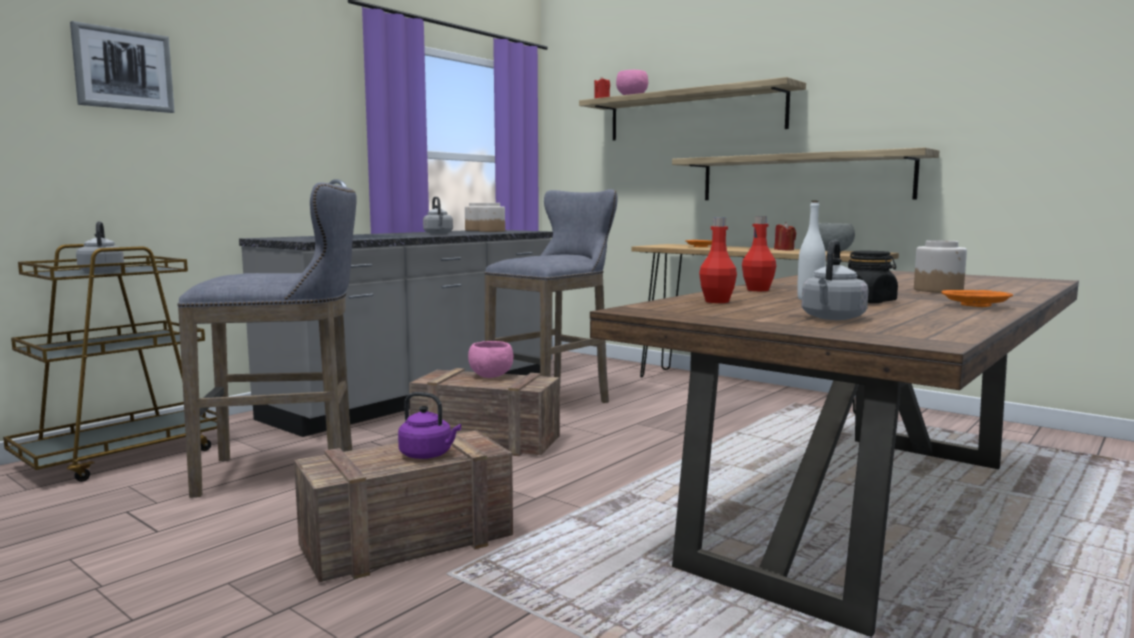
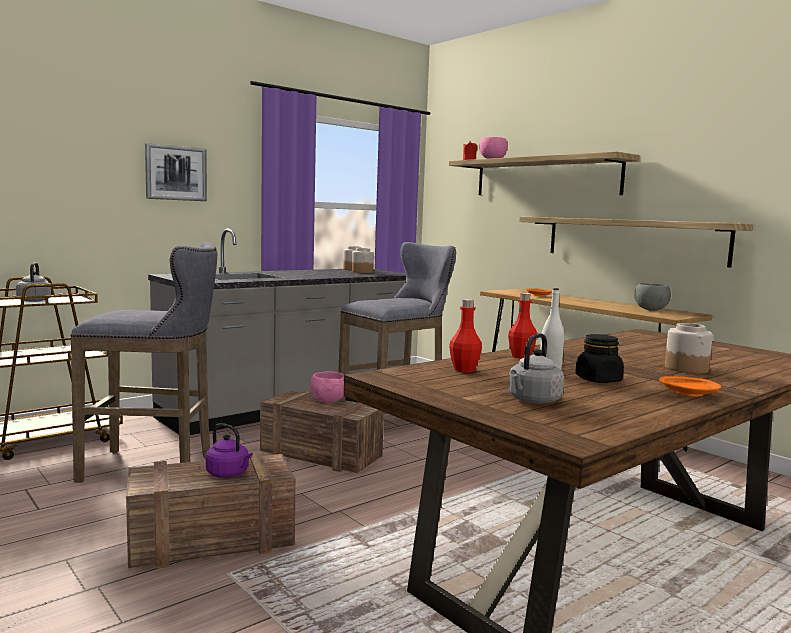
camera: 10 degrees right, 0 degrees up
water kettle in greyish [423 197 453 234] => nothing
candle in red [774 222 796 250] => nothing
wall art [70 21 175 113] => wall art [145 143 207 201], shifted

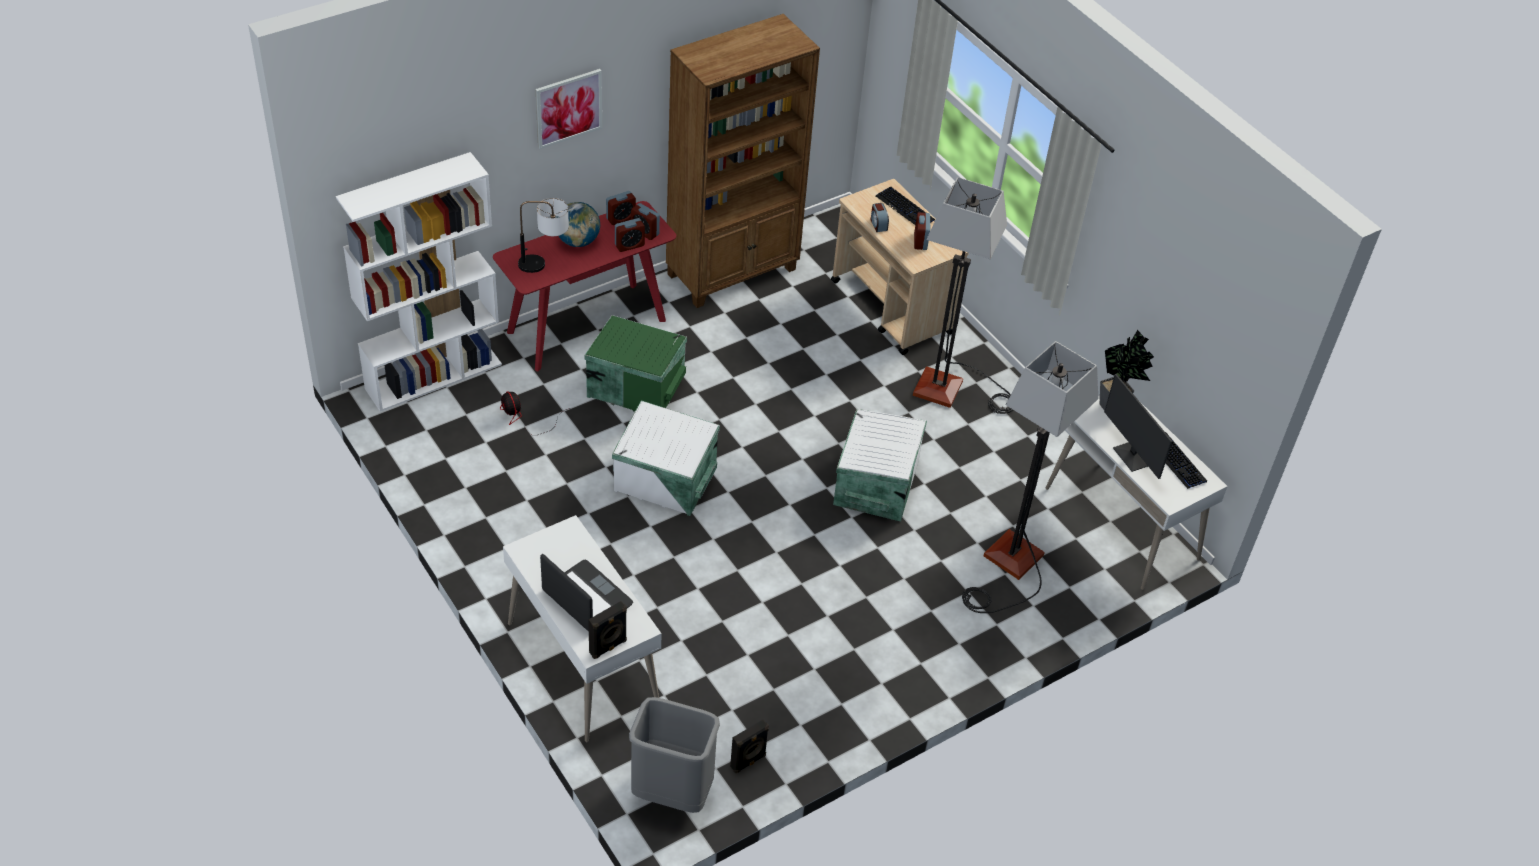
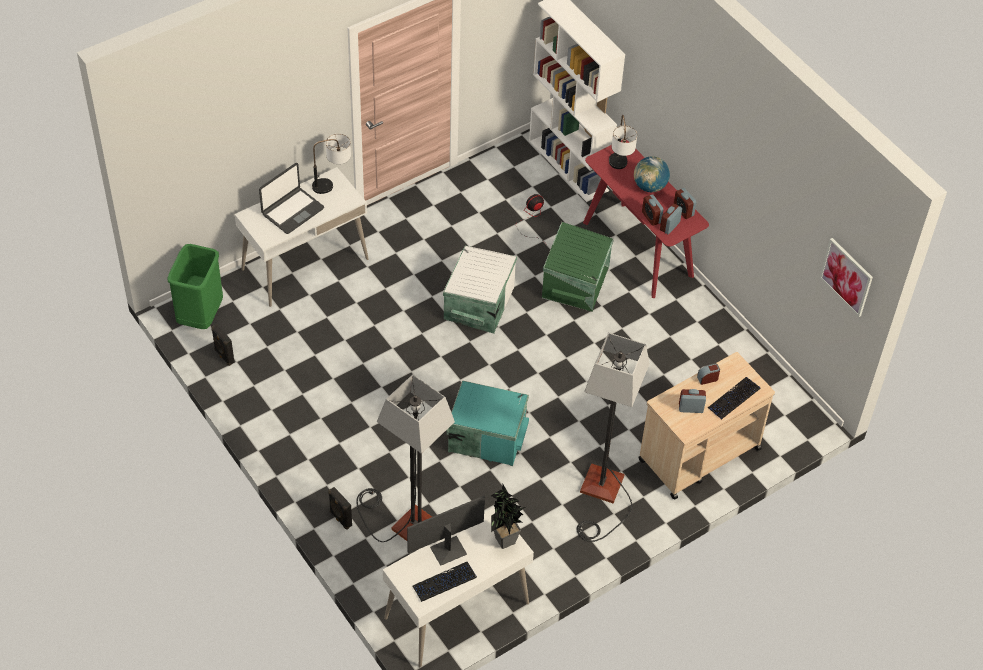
camera: 90 degrees right, 5 degrees up
shelving unit in brownish [666 14 820 308] => nothing
nothing => tabletop lamp [312 134 351 194]
wall art [536 69 602 149] => wall art [820 238 873 317], shifted
loudspeaker in black-coloured [588 601 627 659] => loudspeaker in black-coloured [328 487 352 530], shifted
trash can in greyish [629 697 720 813] => trash can in green [168 244 223 329]
storage container in white-coloured [833 409 927 522] => storage container in turquoise-coloured [447 380 529 466]

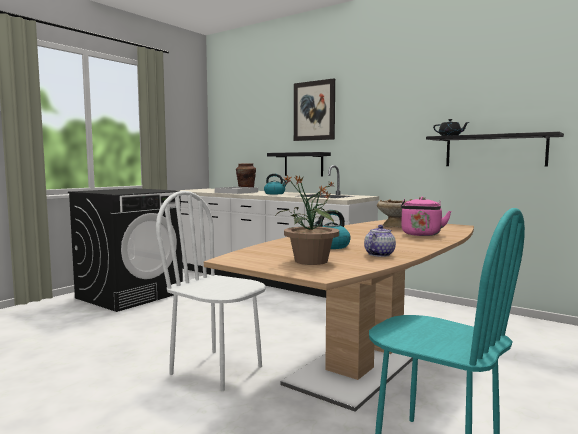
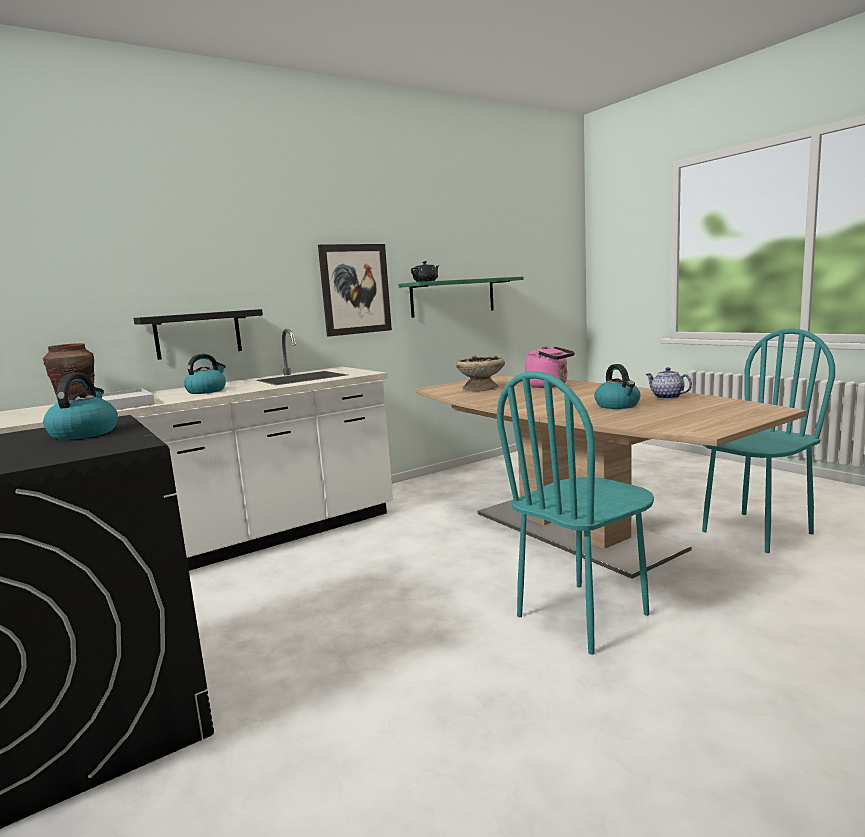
camera: 70 degrees left, 5 degrees up
plant in a pot [276 175 339 265] => nothing
nothing => water kettle [43 373 118 440]
wall art [294 78 335 141] => wall art [318 244 392 337], shifted
upright chair in white-coloured [156 191 266 391] => upright chair in turquoise-coloured [497 371 654 655]
wall shelf in black-coloured [426 132 564 167] => wall shelf in green [398 277 524 318]

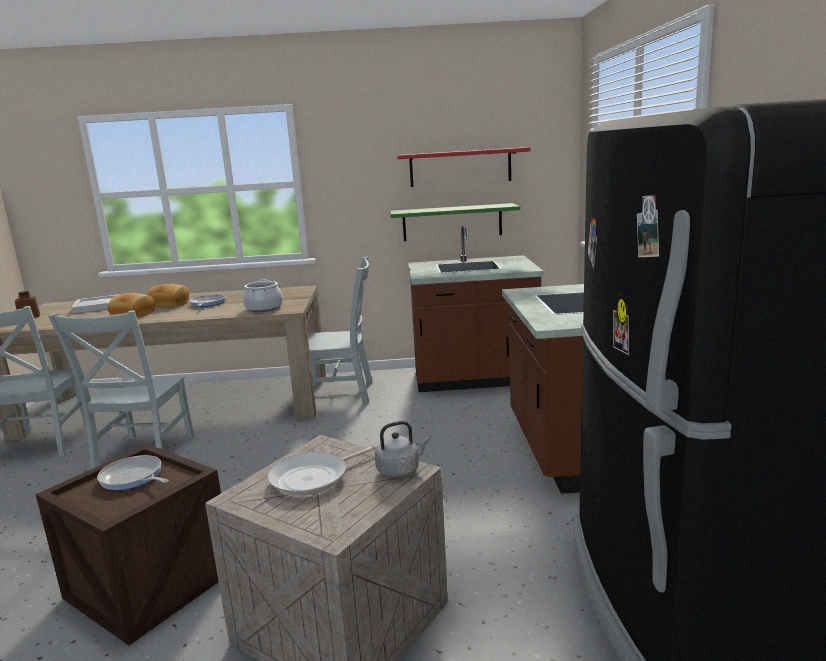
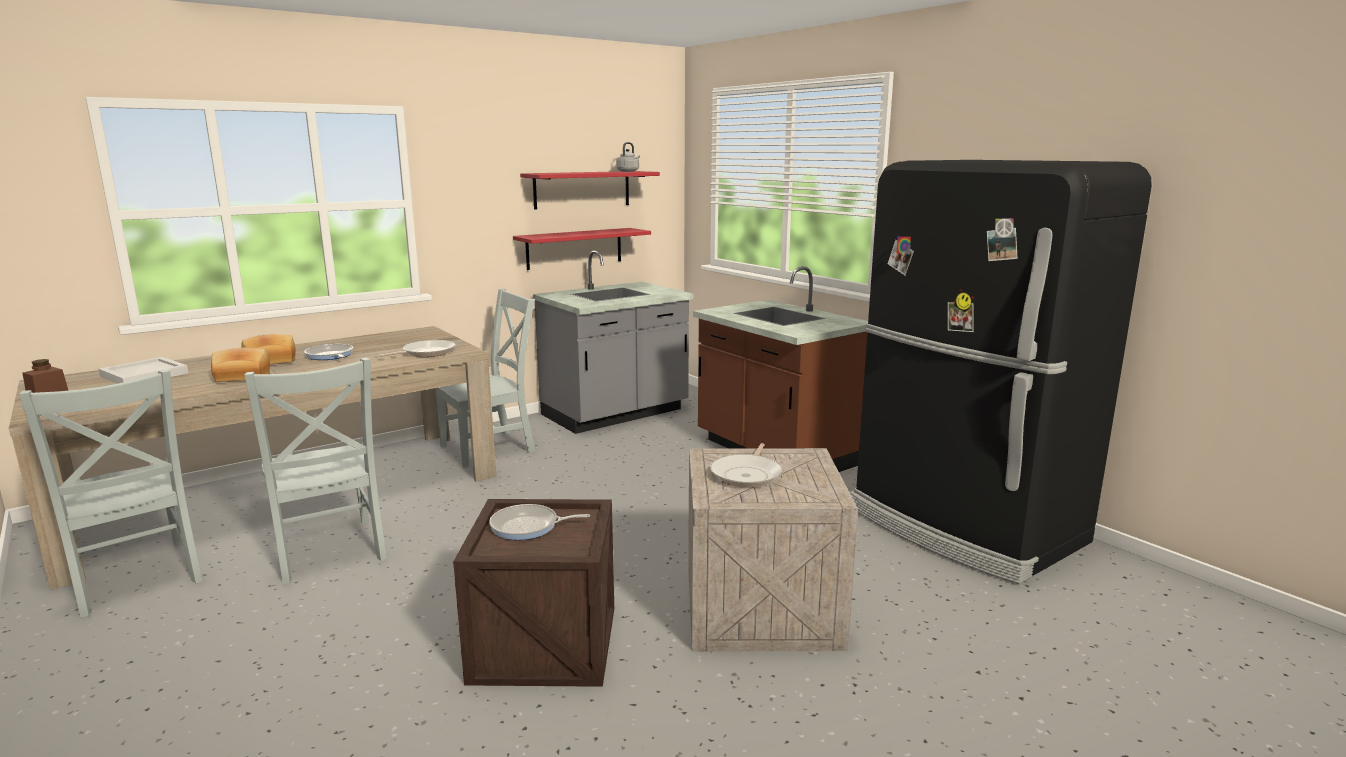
camera: 35 degrees left, 0 degrees up
water kettle in greyish [375 421 429 477] => water kettle in greyish [616 142 640 172], shifted
stockpot [243 279 283 312] => pan [375 340 455 358]
wall shelf in green [390 203 520 241] => wall shelf in red [513 228 651 270]
kitchen base unit in brownish [408 225 544 392] => kitchen base unit in greyish [533 250 693 434]

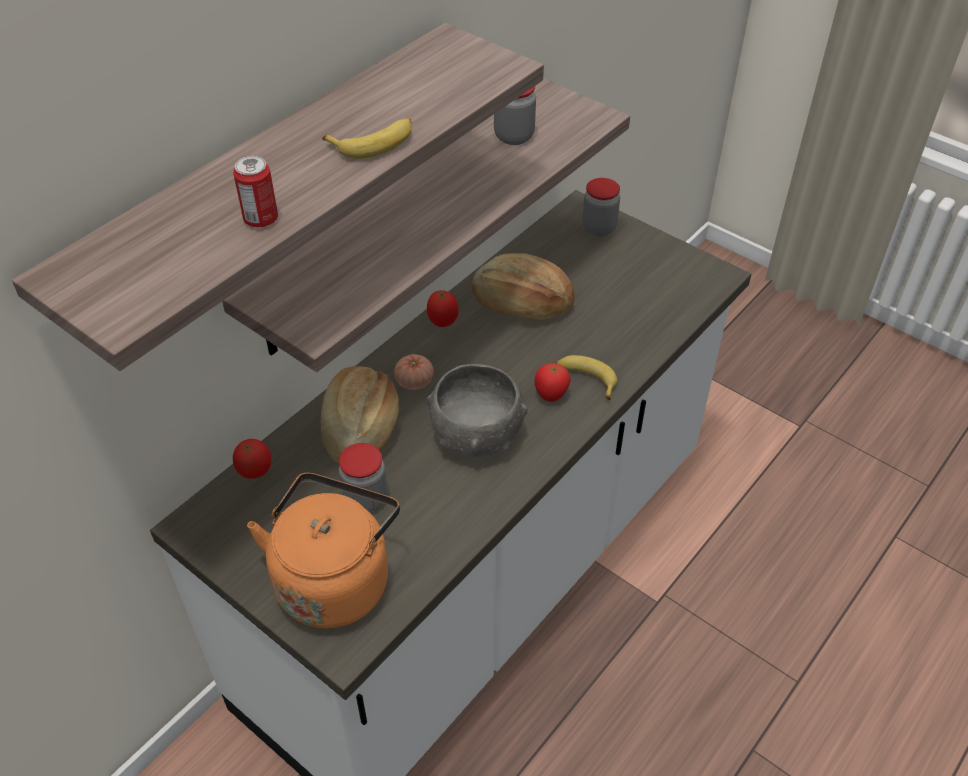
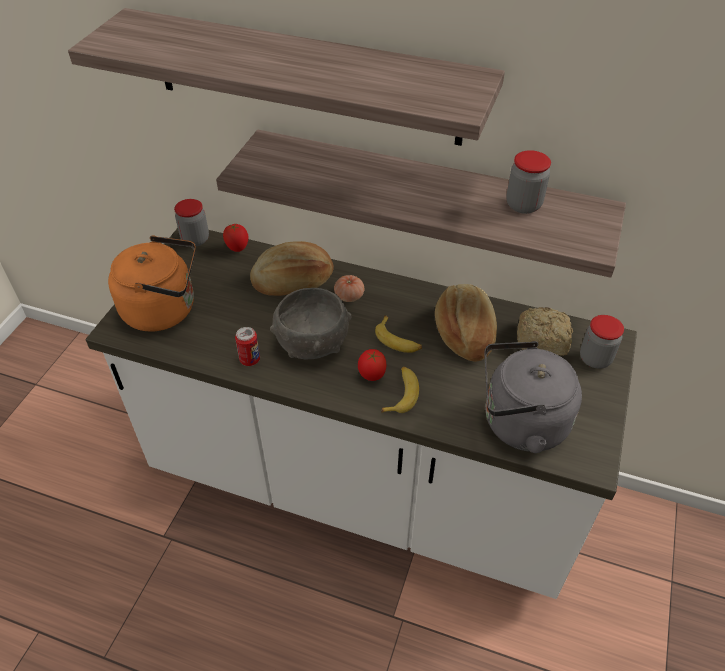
camera: 70 degrees right, 0 degrees up
tomato [427 290 459 327] => nothing
nothing => water kettle in greyish [485 341 582 453]
nothing => bread [517 307 573 356]
metal can [233 156 278 227] => metal can [235 327 260 366], shifted
banana fruit [322 118 412 159] => banana fruit [375 315 422 353], shifted
preserve jar [339 443 387 512] => preserve jar [174 199 209 246], shifted

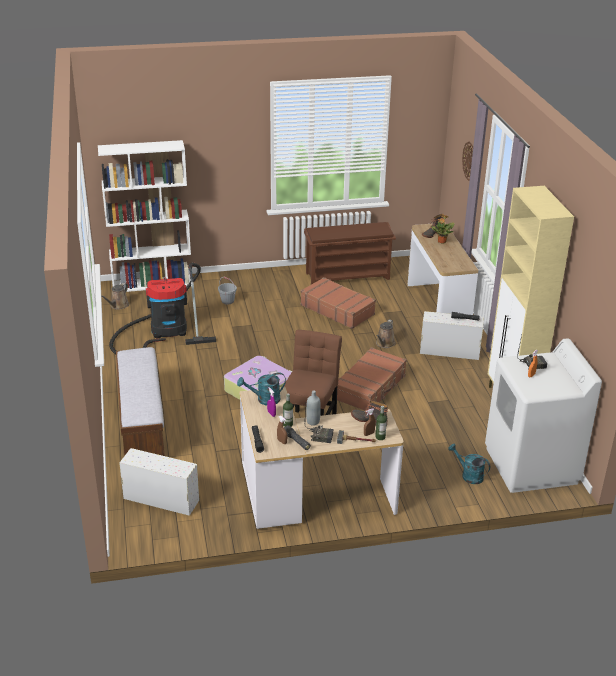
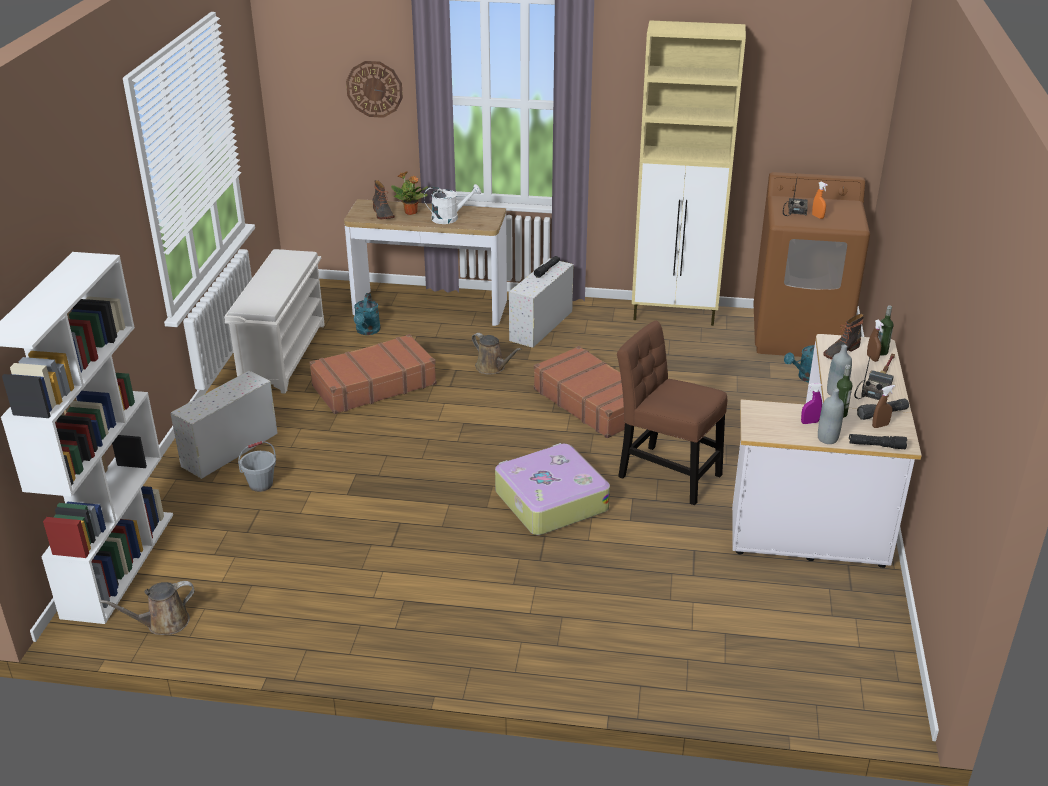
camera: 70 degrees left, 0 degrees up
vacuum cleaner [109 263 216 354] => nothing
long seat [116 347 165 456] => nothing
nothing => sprinkling can in white-coloured [424 184 481 224]
nothing => beverage bottle in greyish [818 389 844 444]
storage container in white-coloured [119 448 199 516] => storage container in white-coloured [170 371 278 479], shifted
sprinkling can in turquoise-coloured [237 372 286 405] => sprinkling can in turquoise-coloured [354 293 381 335], shifted
shoe shelf in brownish [304 222 396 285] => shoe shelf in white-coloured [224 249 325 394]
laundry appliance in white-coloured [485 338 602 493] => laundry appliance in brownish [754 172 870 357]
sprinkling can in brownish [101 283 129 310] => sprinkling can in brownish [100 581 195 635], 105 degrees clockwise

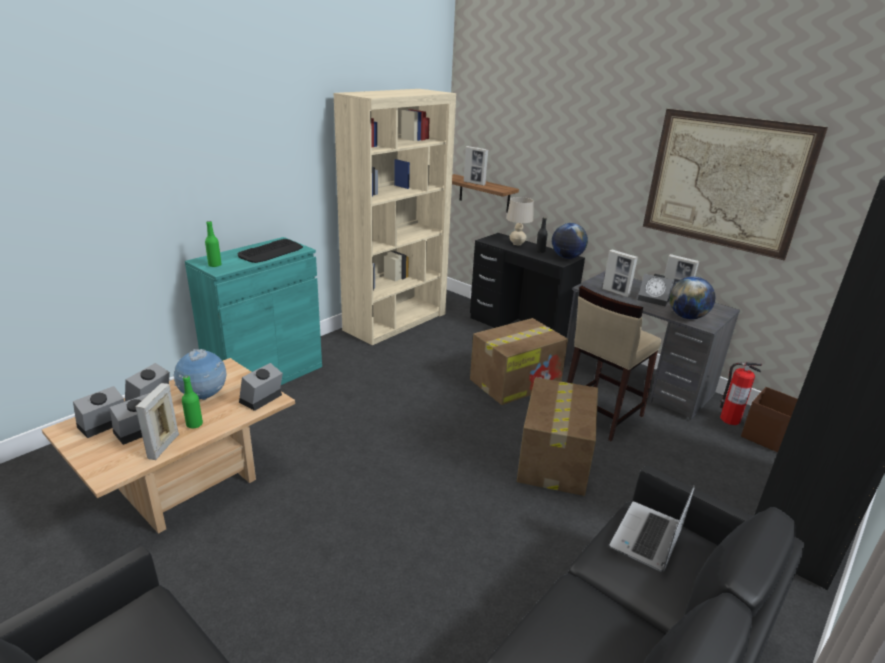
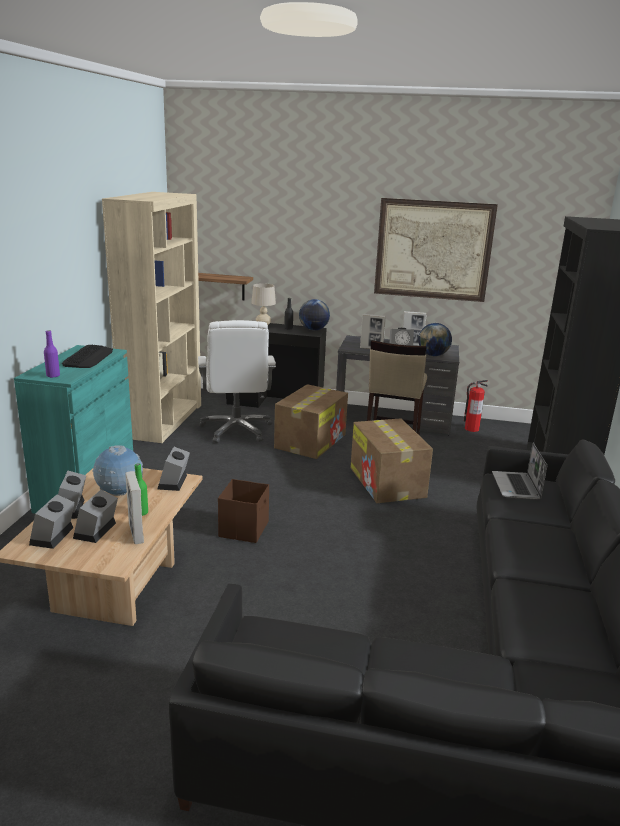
camera: 30 degrees left, 5 degrees down
standing frame [464 146 488 186] => nothing
nothing => computer chair in white-coloured [198 320 276 443]
storage container in brownish [741 387 798 453] => storage container in brownish [218 479 269 543], shifted
beverage bottle in green [205 221 222 267] => beverage bottle in purple-coloured [44 330 60 377]

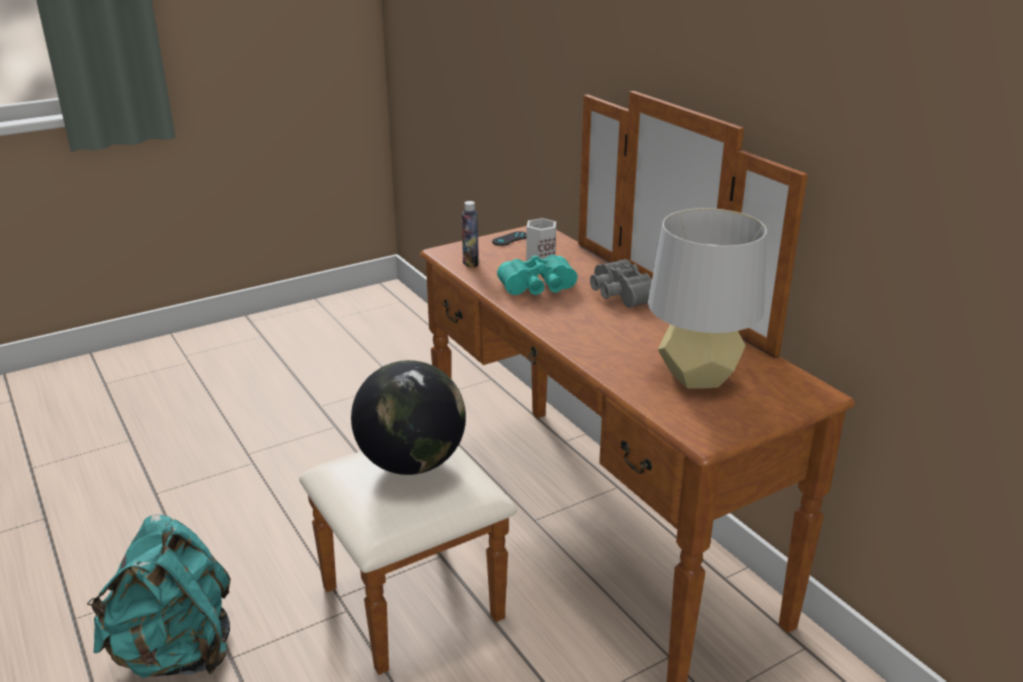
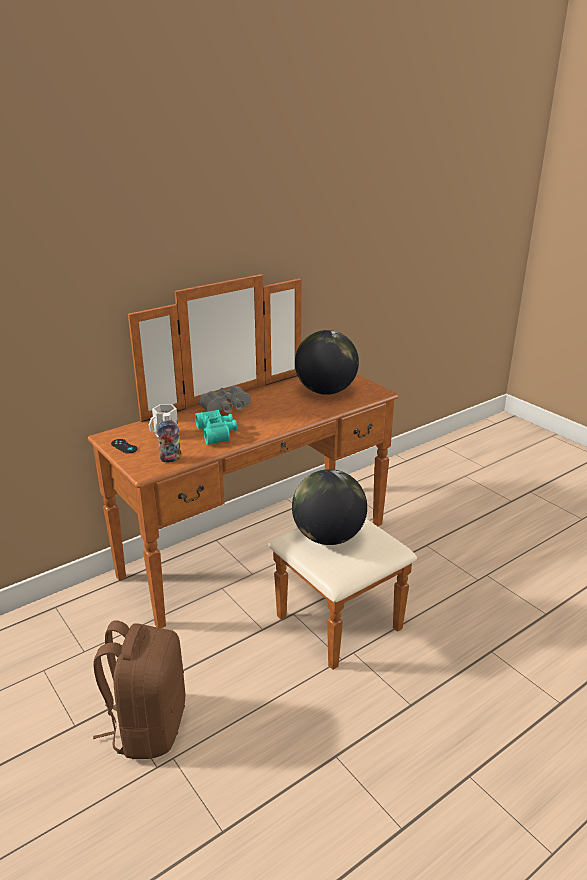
camera: 95 degrees left, 0 degrees up
knapsack in turquoise-coloured [87 514 231 678] => nothing
nothing => knapsack in brownish [93 621 185 759]
tabletop lamp in greyish [648 208 767 389] => globe [295 330 359 395]

